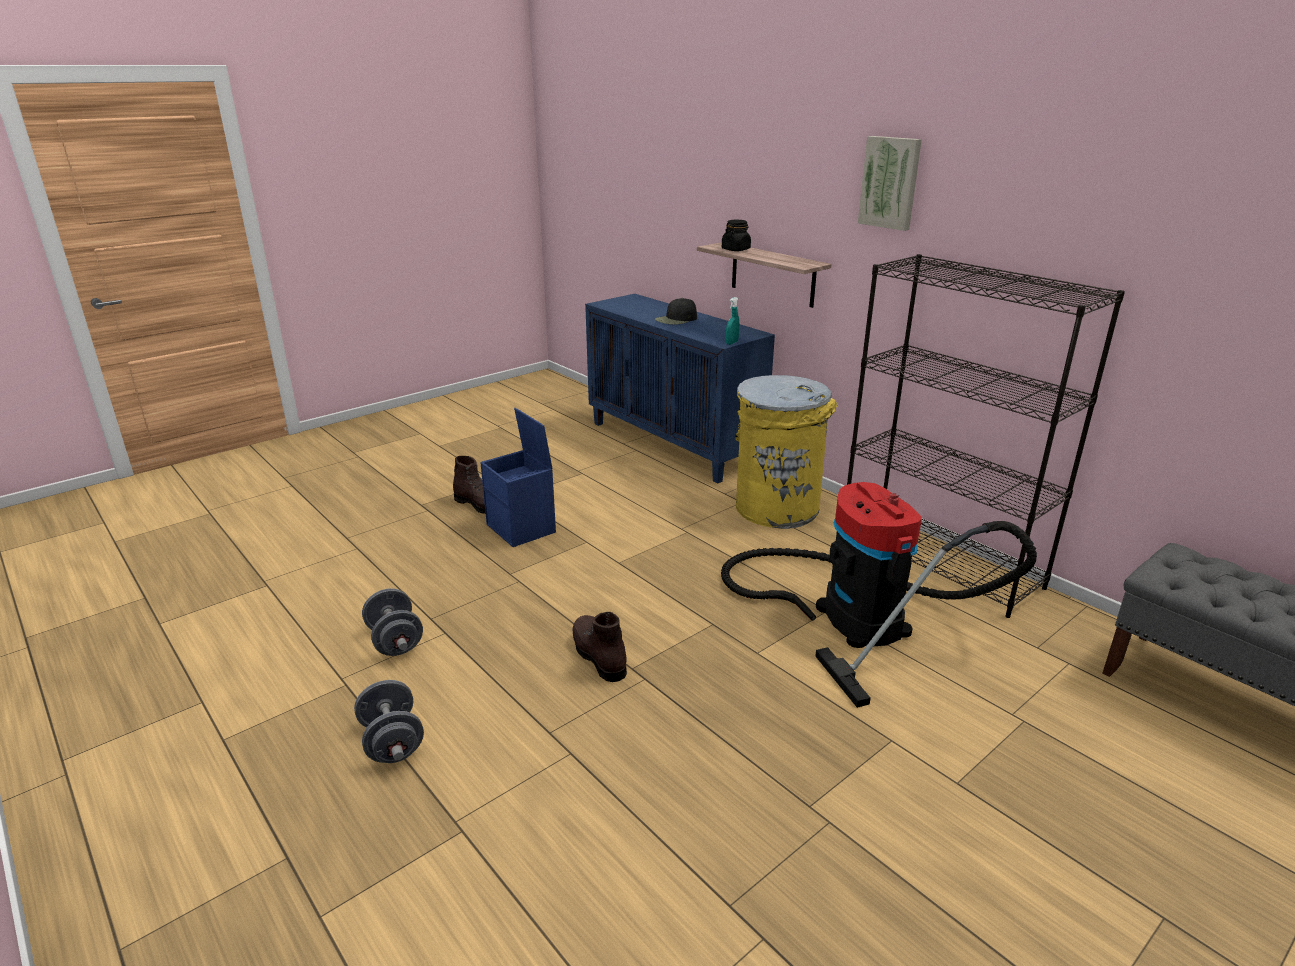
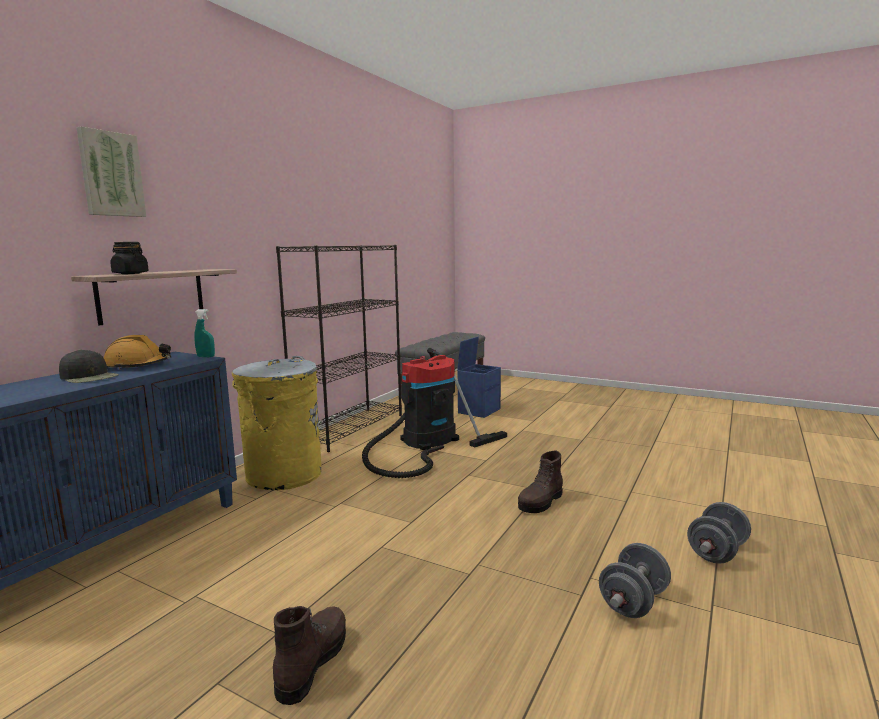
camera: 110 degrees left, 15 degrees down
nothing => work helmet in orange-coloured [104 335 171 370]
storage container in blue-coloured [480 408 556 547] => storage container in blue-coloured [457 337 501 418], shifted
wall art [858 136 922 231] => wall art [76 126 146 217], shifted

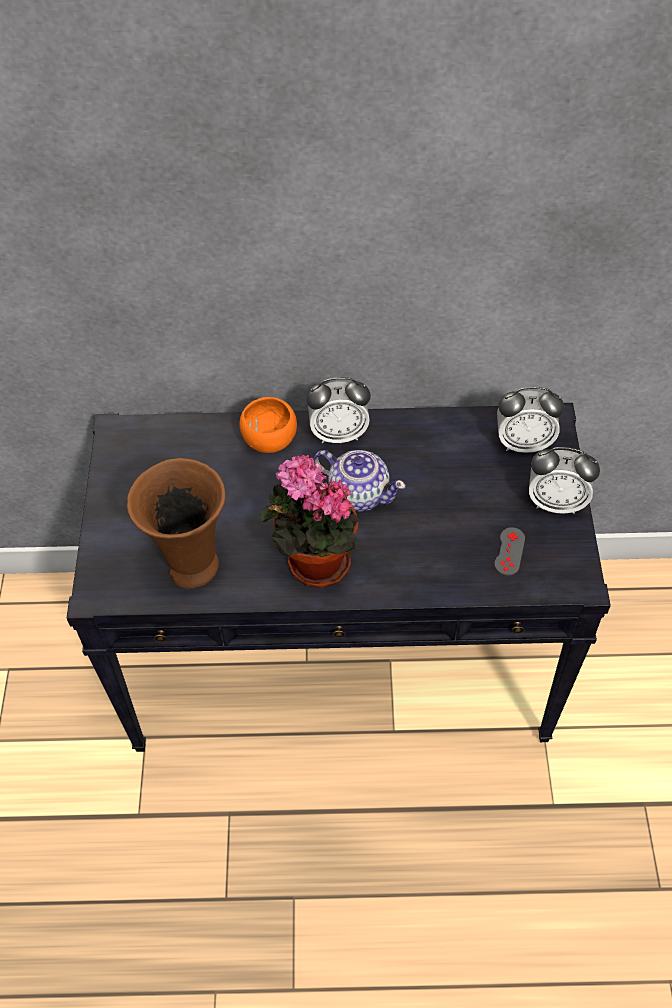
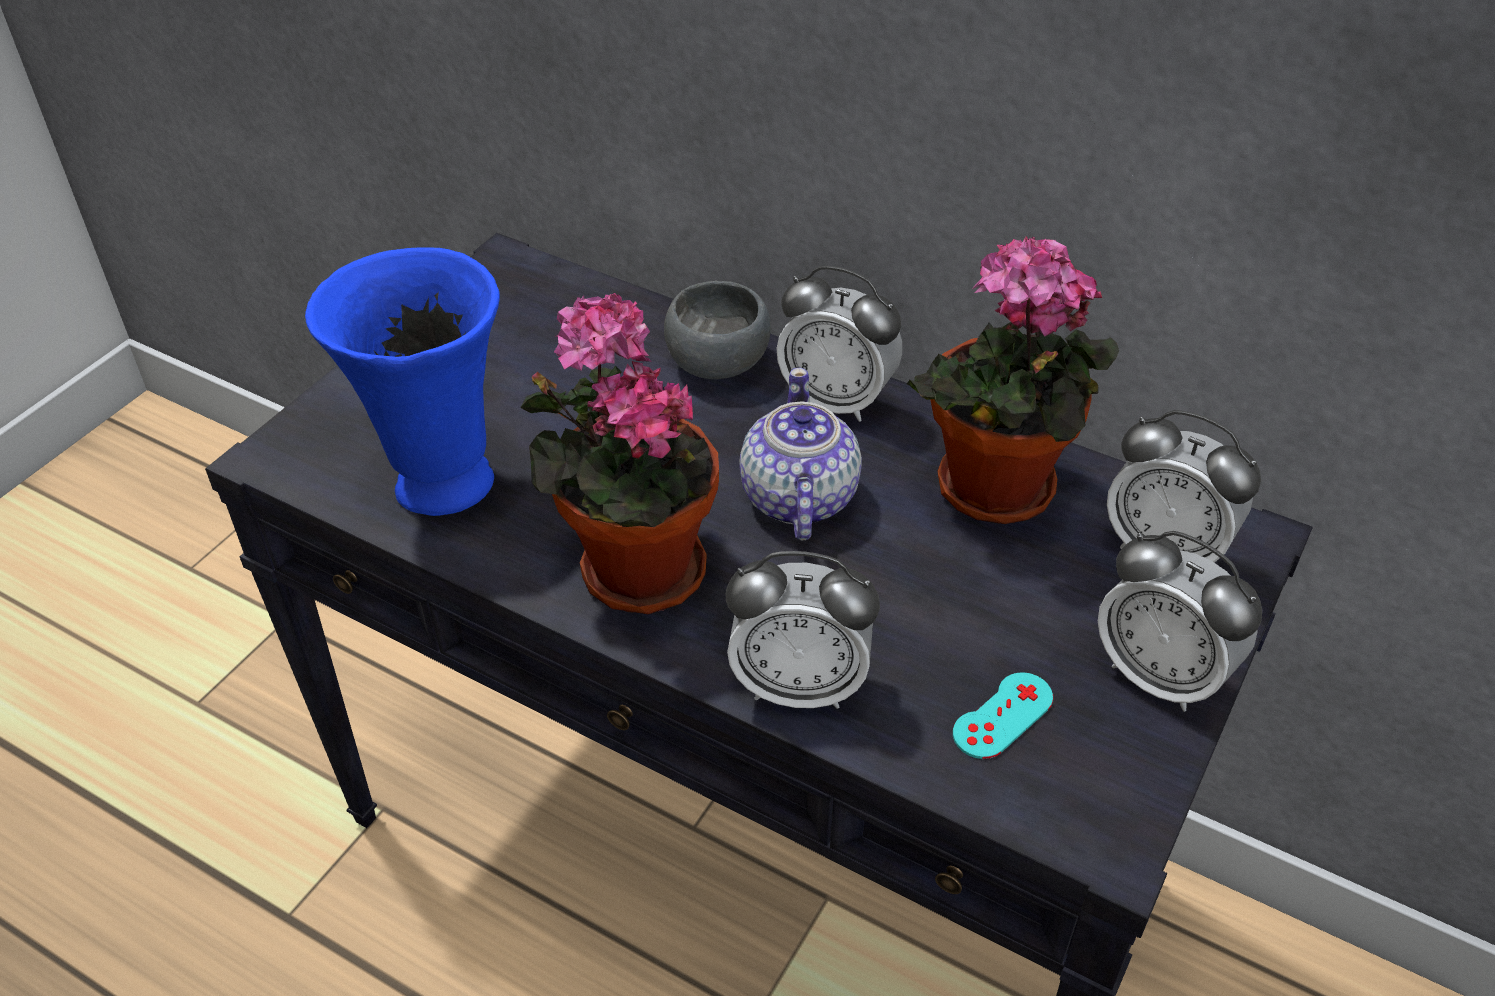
camera: 30 degrees right, 10 degrees down
nothing => table clock [726 551 880 709]
nothing => plant in a pot [907 236 1119 524]
vase in brownish [127 458 226 589] => vase in blue-coloured [305 248 500 516]
bowl in orange-coloured [239 397 297 453] => bowl in greyish [664 281 771 379]
game controller in greyish [494 527 525 576] => game controller in turquoise-coloured [953 672 1053 759]
pot for tea [314 450 406 512] => pot for tea [739 368 862 541], 150 degrees counterclockwise

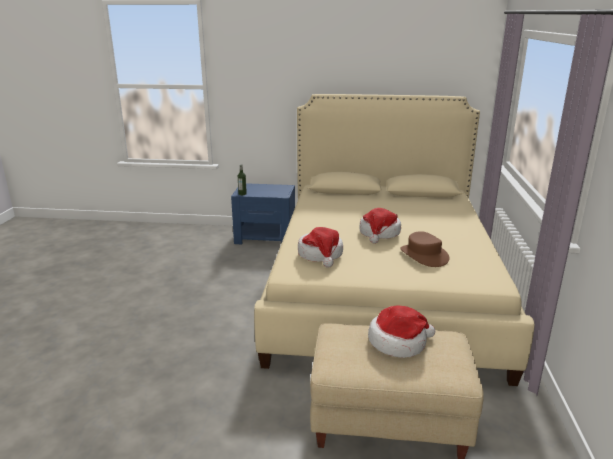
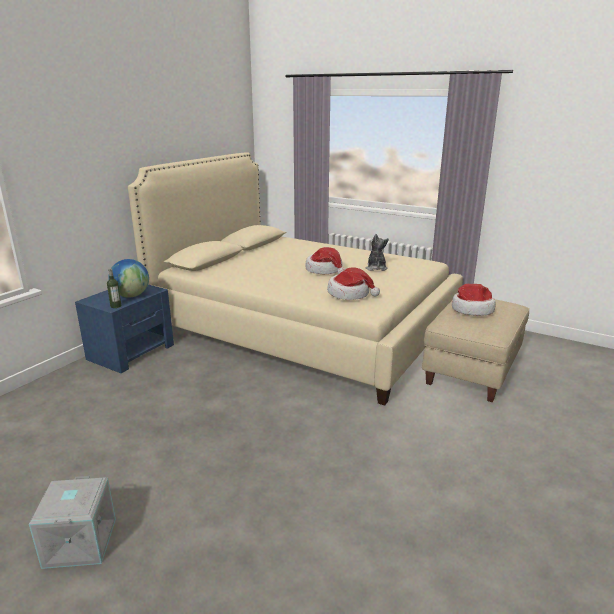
camera: 65 degrees left, 0 degrees up
nothing => storage container in greyish [29 476 116 569]
nothing => globe [112 259 149 298]
wearable hat in brownish [400 231 450 267] => plush toy [366 234 389 271]

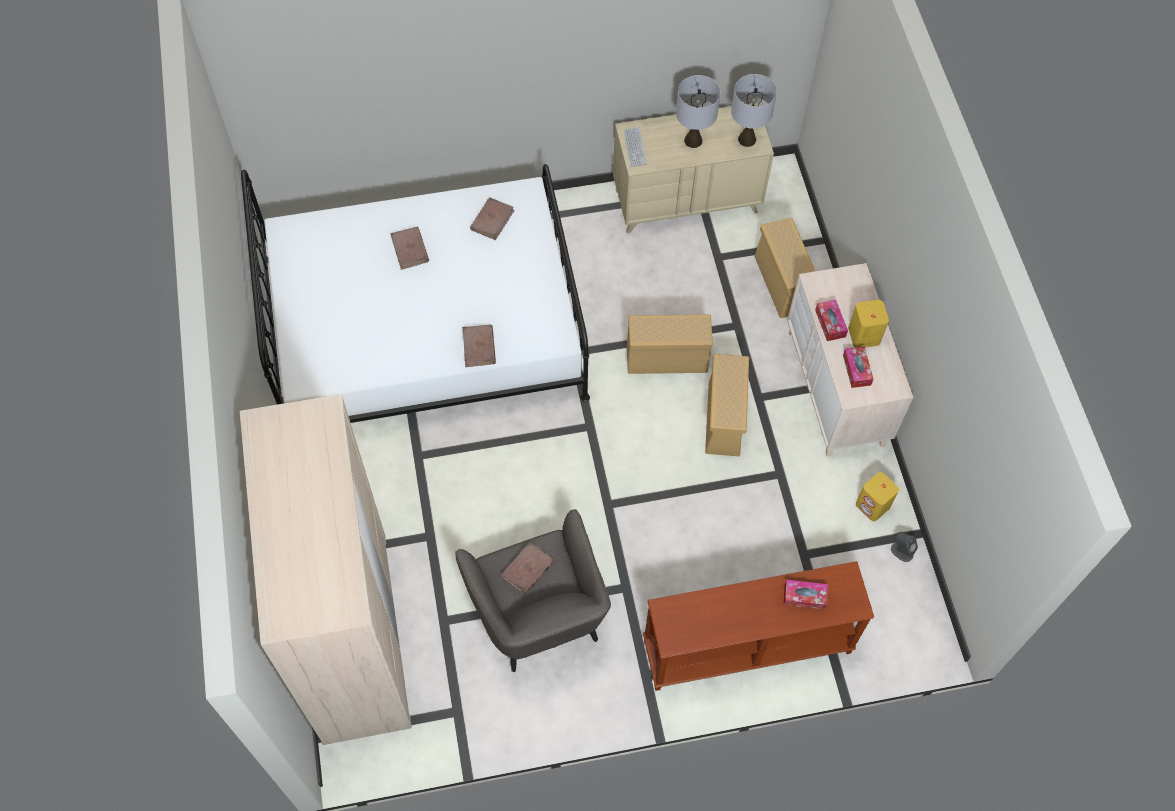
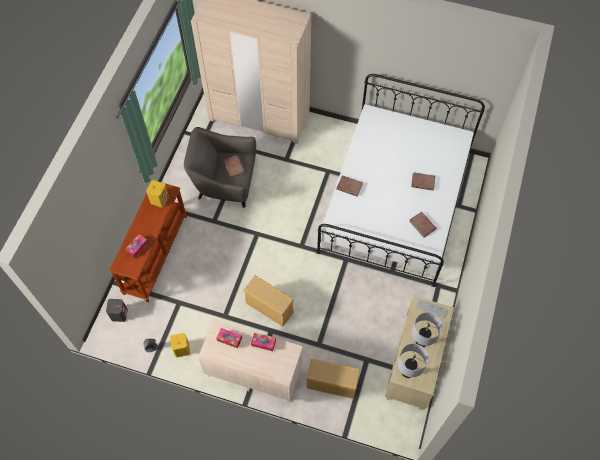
camera: 120 degrees right, 0 degrees up
storage container in sand-coloured [627 315 713 374] => nothing
nothing => loudspeaker in greyish [106 299 128 322]
loudspeaker in yellow-coloured [848 300 889 347] => loudspeaker in yellow-coloured [146 180 169 207], shifted

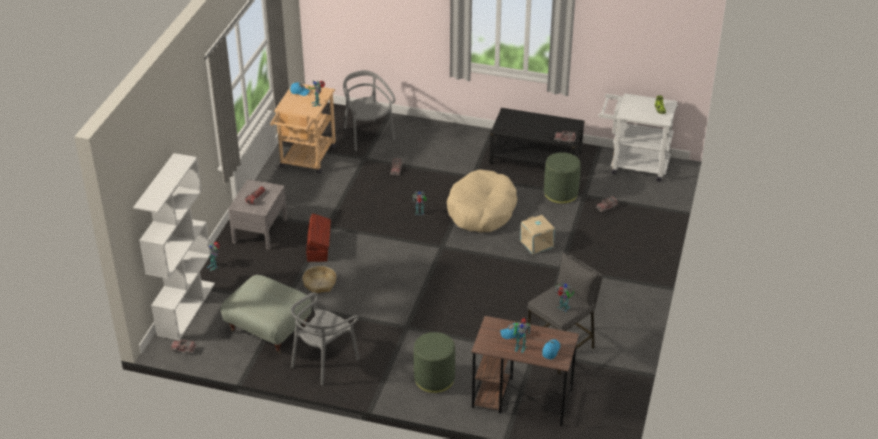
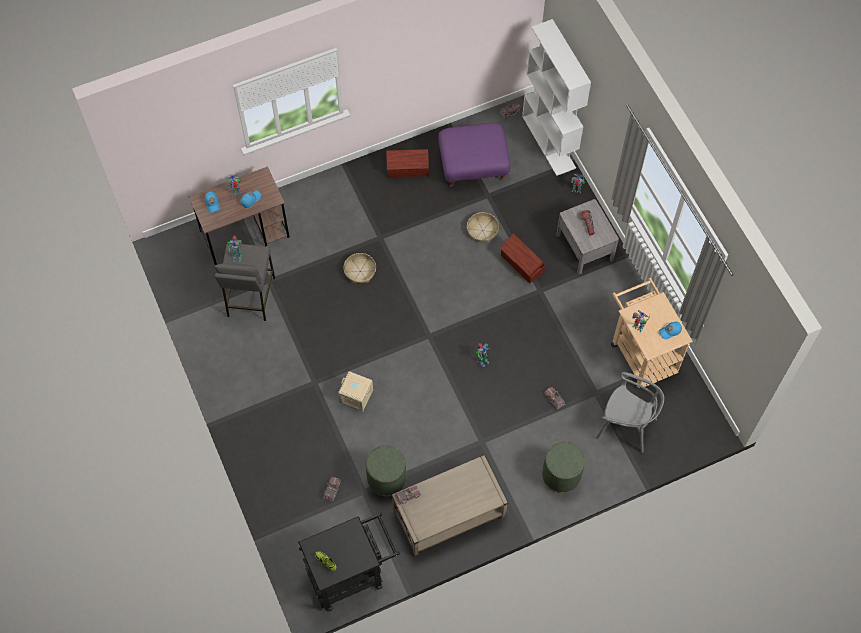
camera: 140 degrees right, 25 degrees up
pet bed in sand-coloured [447 169 518 233] => nothing
nothing => storage basket [343 253 376 283]
footrest in green [414 332 455 393] => footrest in green [542 442 585 493], shifted
upright chair in greyish [291 292 360 385] => storage container in brownish [386 149 429 177]
footrest in greyish [220 275 312 353] => footrest in purple-coloured [438 123 510 187]
low table in black-coloured [489 108 585 167] => low table in sand-coloured [392 455 508 556]
cart in white-coloured [598 93 678 182] => cart in black-coloured [298 513 400 612]

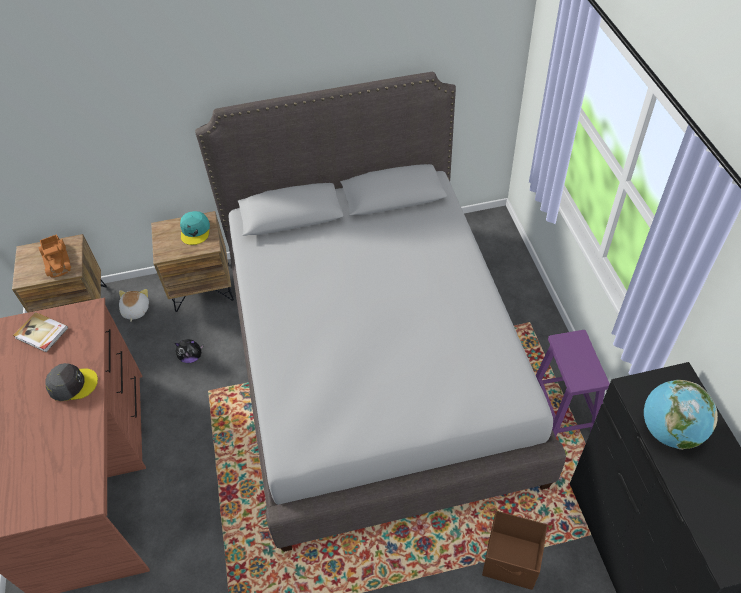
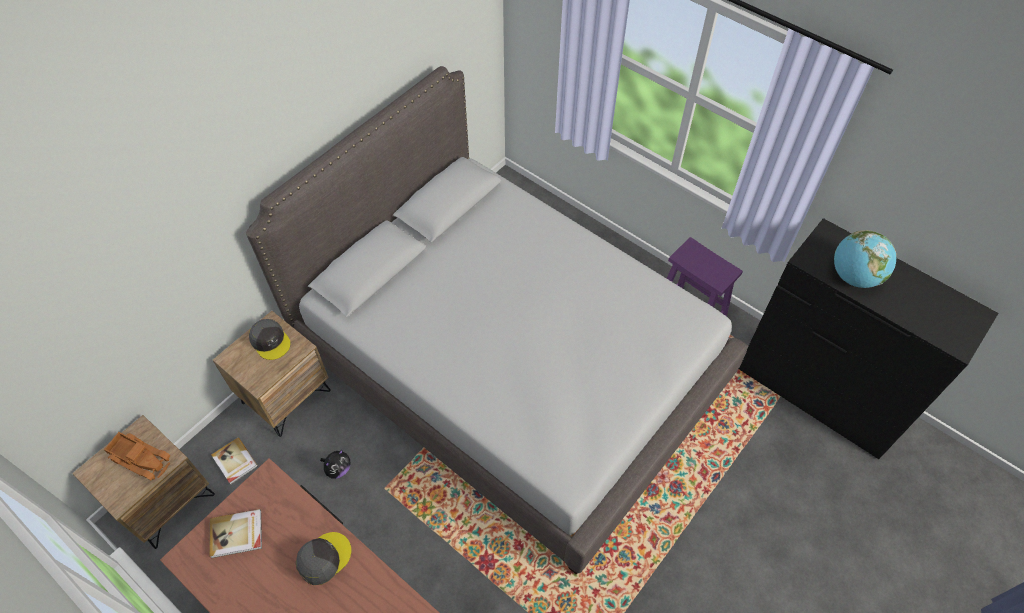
camera: 40 degrees left, 5 degrees up
storage container in brownish [482 511 547 590] => nothing
plush toy [119 289 149 322] => volume [211 437 258 485]
peaked cap in turquoise-coloured [180 211 210 245] => peaked cap in greyish [249 319 291 360]

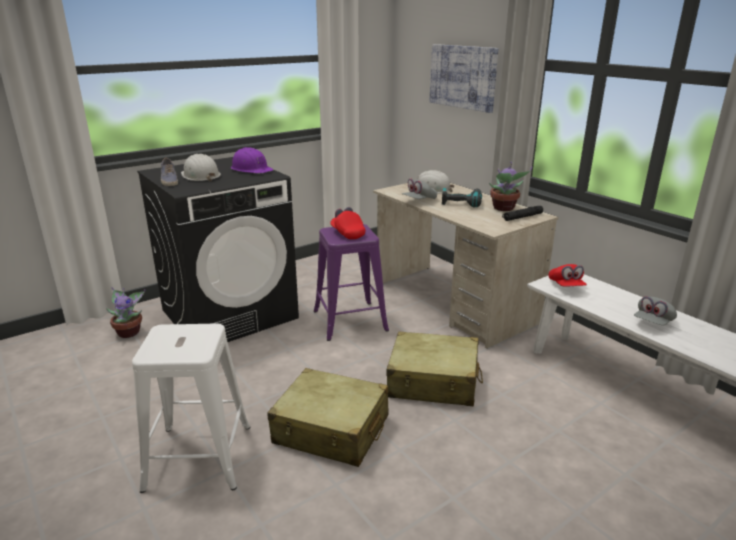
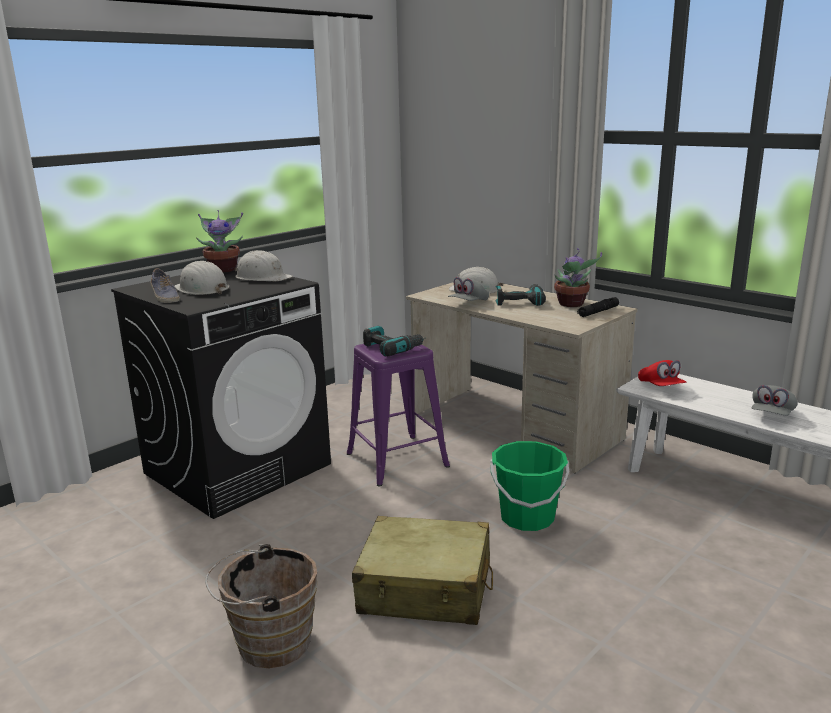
camera: 10 degrees left, 5 degrees down
wall art [429 44 499 113] => nothing
plant in a pot [106 287 146 338] => plant in a pot [196 210 243 273], shifted
sitting stool in white-coloured [132 323 250 493] => bucket in brownish [205 544 317 668]
peaked cap in red [330 207 366 239] => electric drill [363 326 426 356]
piece of luggage in sand-coloured [386 331 483 406] => bucket in green [490 441 569 531]
work helmet in purple-coloured [231 147 274 174] => work helmet in white-coloured [235 250 293 282]

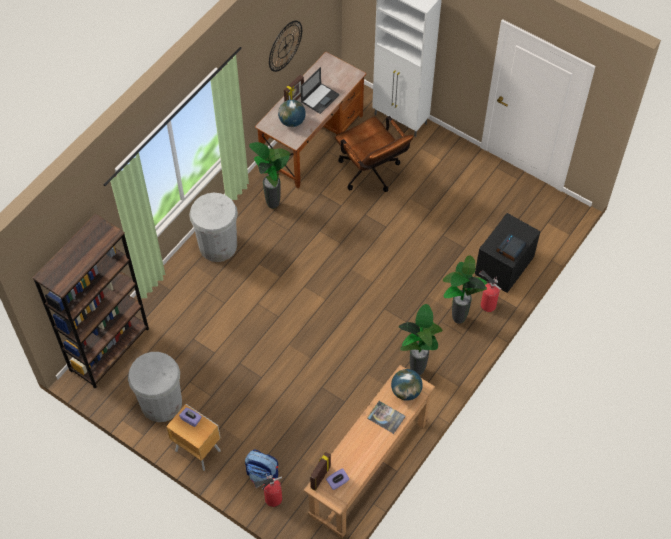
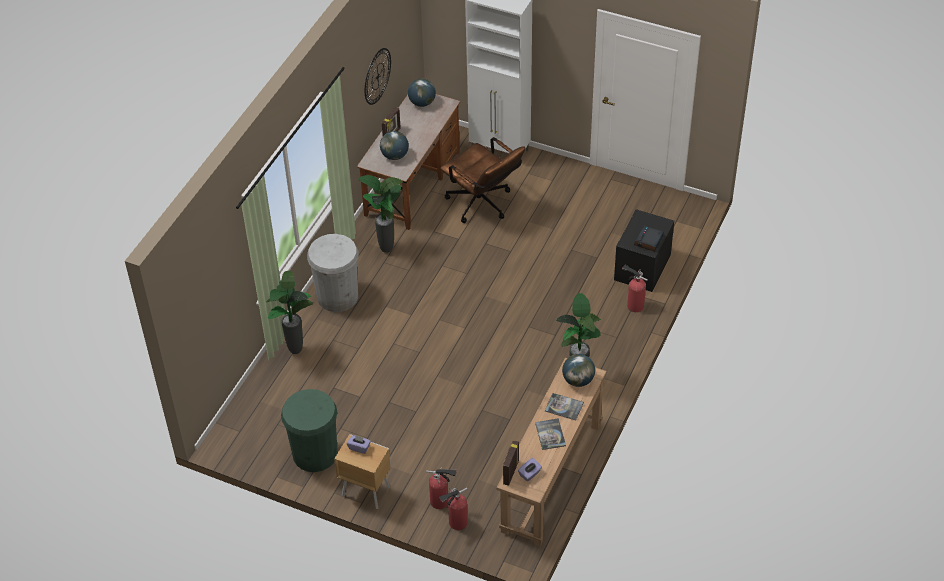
camera: 10 degrees left, 10 degrees down
shelving unit in brownish [33 214 149 389] => nothing
laptop [301 67 340 114] => nothing
nothing => globe [408 78 436 107]
nothing => volume [535 418 566 450]
plant in a pot [443 256 487 324] => plant in a pot [266 271 313 354], shifted
knapsack [245 449 278 485] => fire extinguisher [426 469 457 509]
trash can in white-coloured [128 352 182 422] => trash can in green [281 389 338 472]

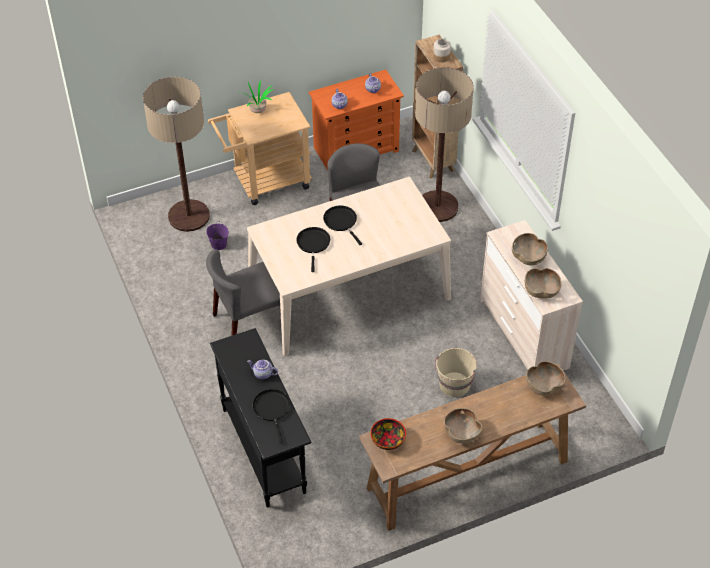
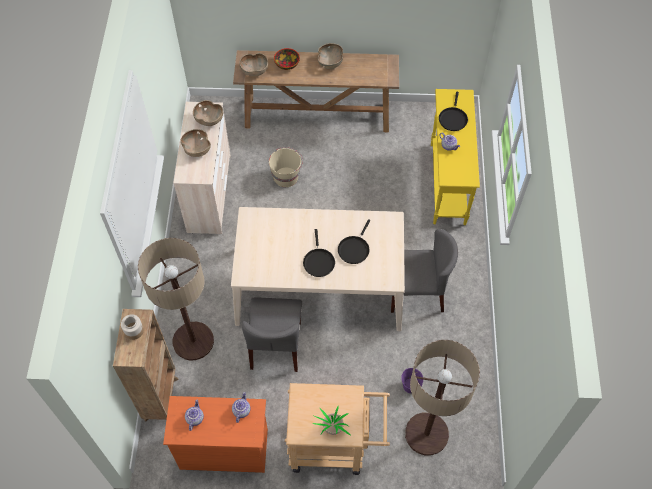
camera: 155 degrees left, 10 degrees up
bowl [370 418 406 450] => bowl [274 48 300 70], shifted
console table in black-coloured [210 328 311 508] => console table in yellow-coloured [431 89 480 225]

